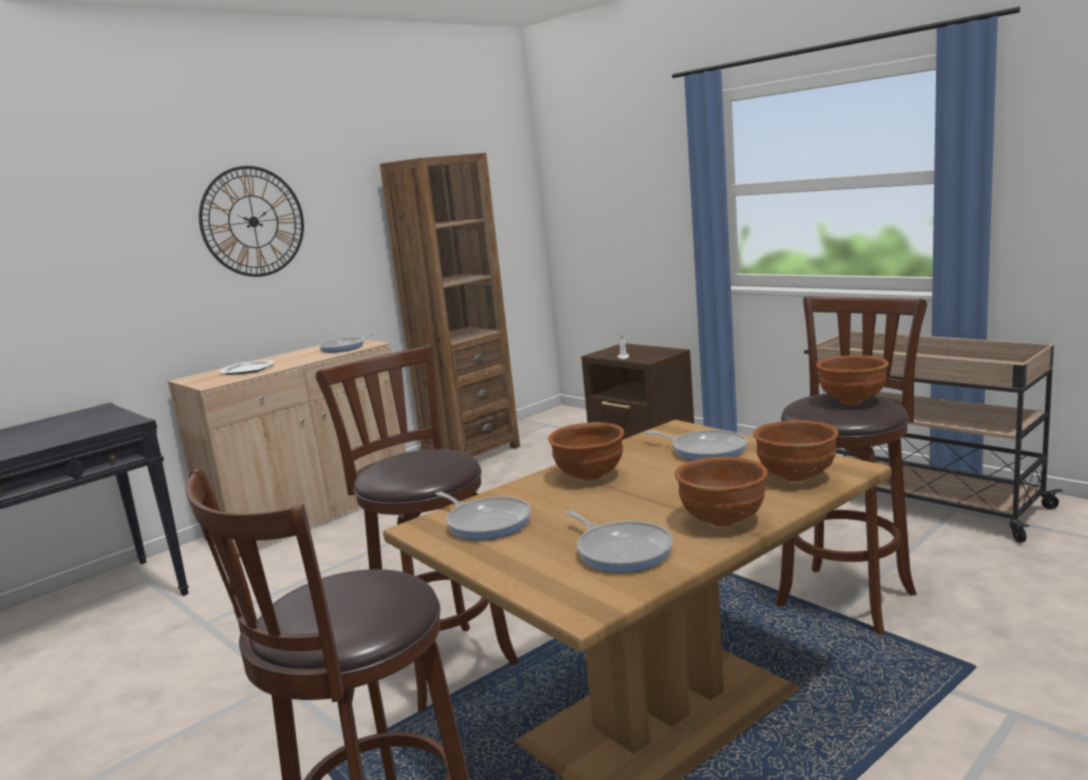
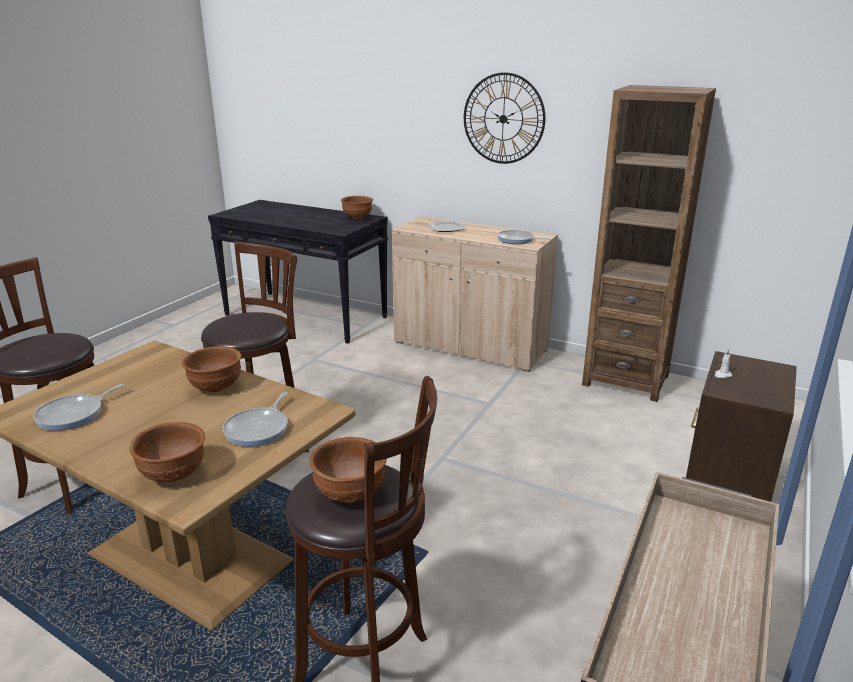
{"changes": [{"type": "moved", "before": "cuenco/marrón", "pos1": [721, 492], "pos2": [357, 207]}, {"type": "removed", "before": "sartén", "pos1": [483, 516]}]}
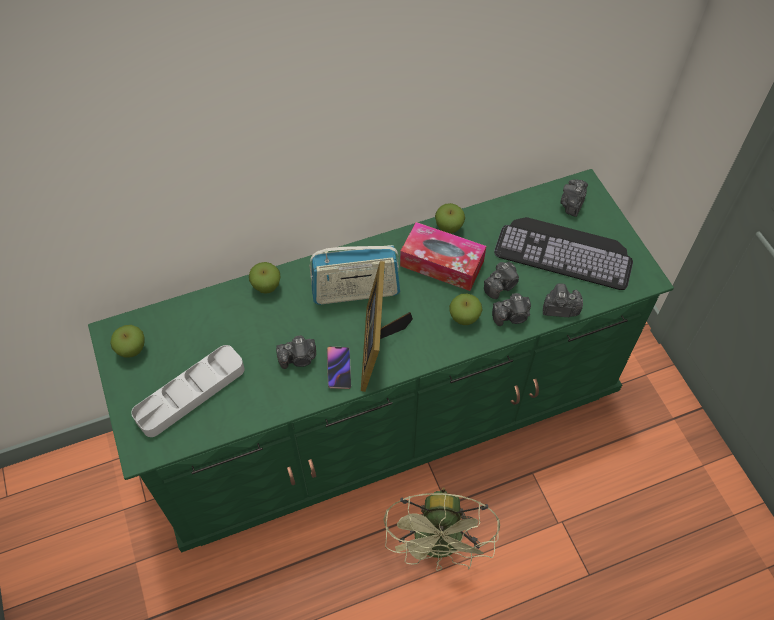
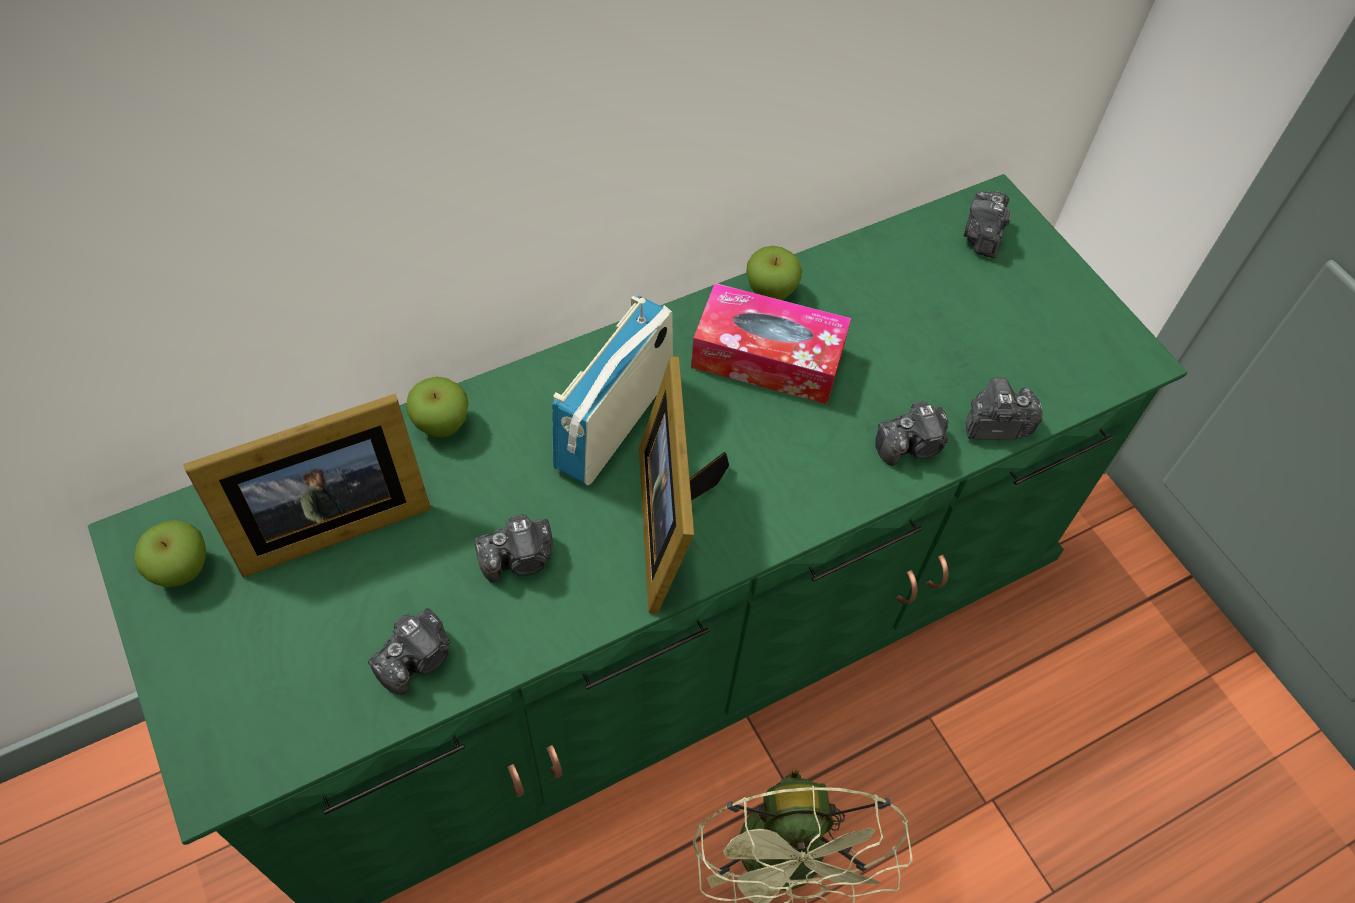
{"changes": [{"type": "removed", "before": "teclado", "pos1": [563, 253]}, {"type": "turned", "before": "radio", "pos1": [355, 275], "pos2": [612, 390], "turn": 135}, {"type": "moved", "before": "cámara", "pos1": [501, 280], "pos2": [409, 651]}, {"type": "removed", "before": "manzana", "pos1": [466, 309]}, {"type": "removed", "before": "bandeja/gris", "pos1": [187, 391]}, {"type": "removed", "before": "móvil", "pos1": [339, 367]}, {"type": "added", "after": "portarretratos", "pos2": [307, 486]}]}
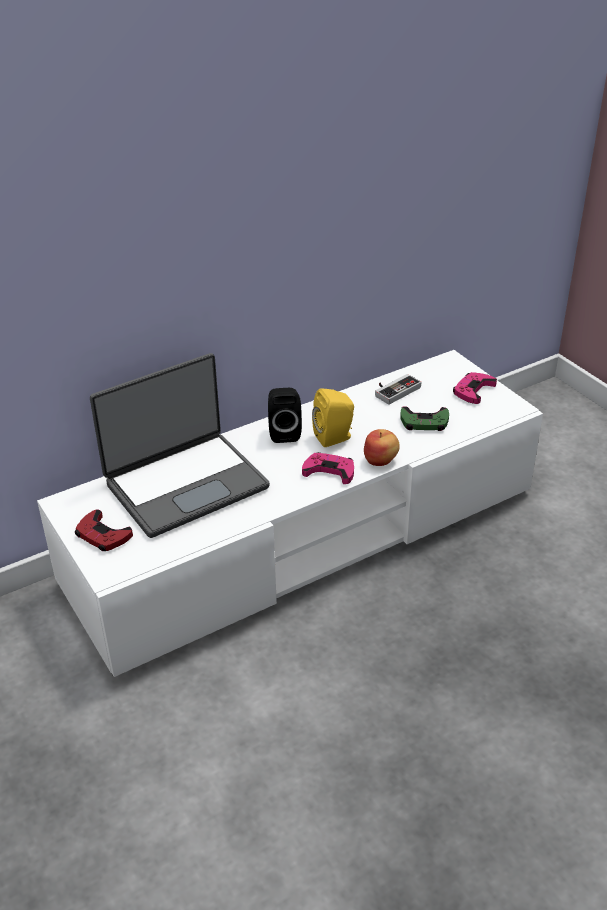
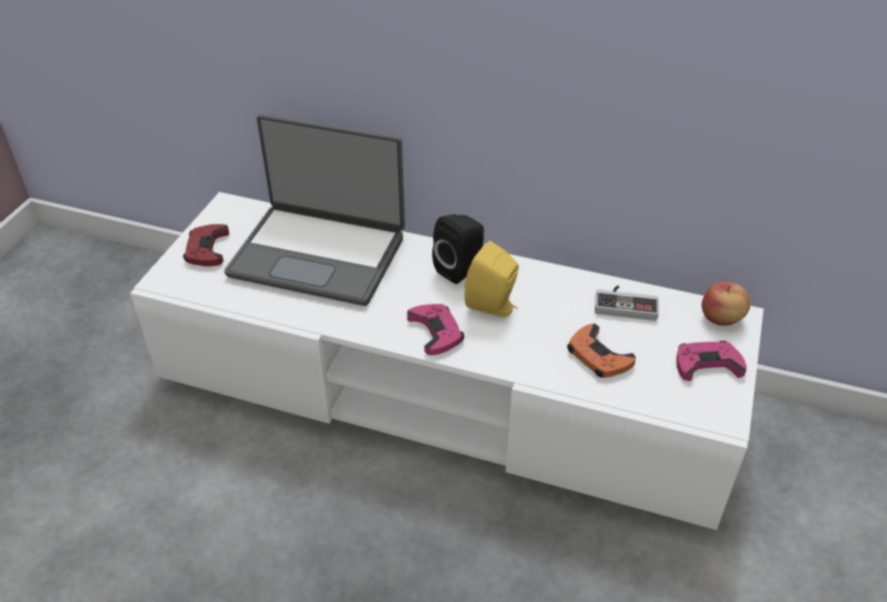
{"changes": [{"type": "recoloured", "before": "mando de consola/verde", "after": "mando de consola/naranja", "pos1": [424, 418], "pos2": [601, 350]}, {"type": "moved", "before": "manzana", "pos1": [382, 447], "pos2": [726, 303]}]}
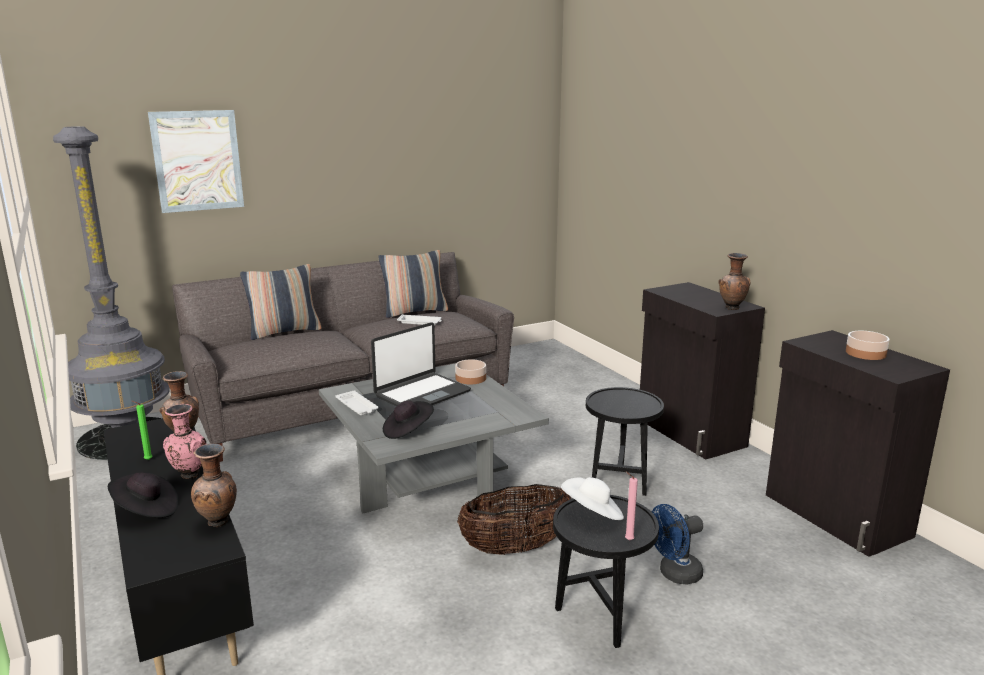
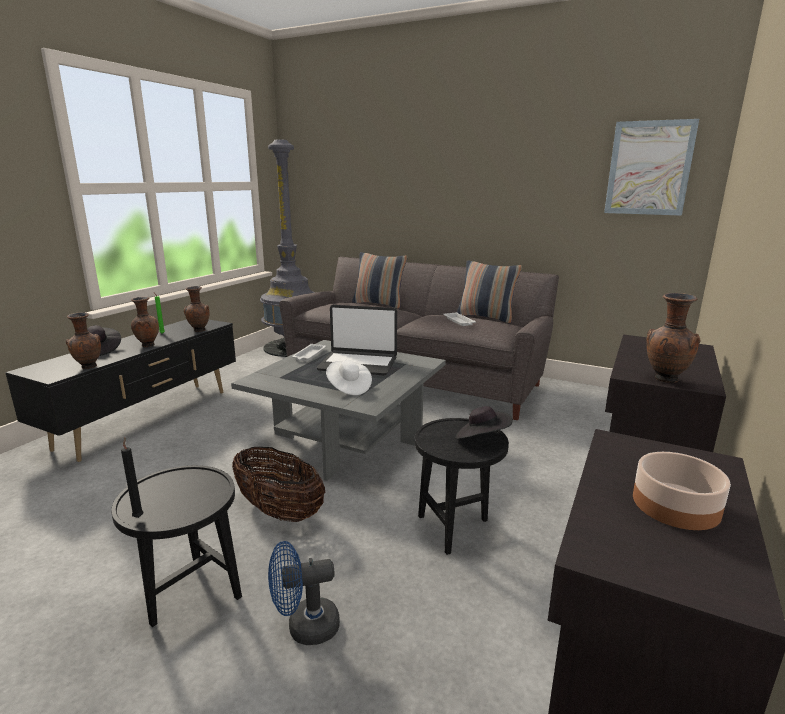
{"changes": [{"type": "moved", "before": "cuadro", "pos1": [196, 161], "pos2": [651, 167]}, {"type": "removed", "before": "cuenco", "pos1": [470, 371]}, {"type": "moved", "before": "sombrero/negro", "pos1": [408, 420], "pos2": [484, 422]}, {"type": "recoloured", "before": "florero/rosa", "after": "florero/marrón", "pos1": [184, 441], "pos2": [145, 322]}, {"type": "recoloured", "before": "vela/rosa", "after": "vela/negro", "pos1": [631, 506], "pos2": [132, 477]}, {"type": "moved", "before": "sombrero/blanco", "pos1": [592, 498], "pos2": [349, 377]}, {"type": "turned", "before": "ventilador/azul", "pos1": [677, 544], "pos2": [304, 593], "turn": -45}]}
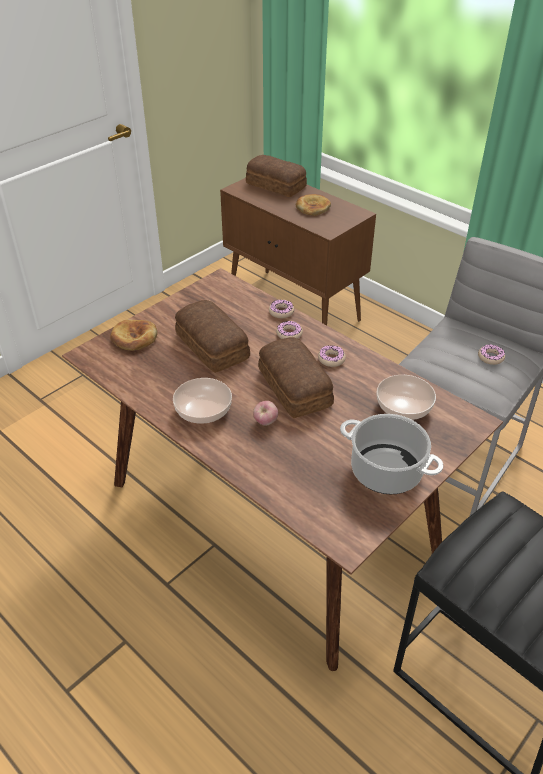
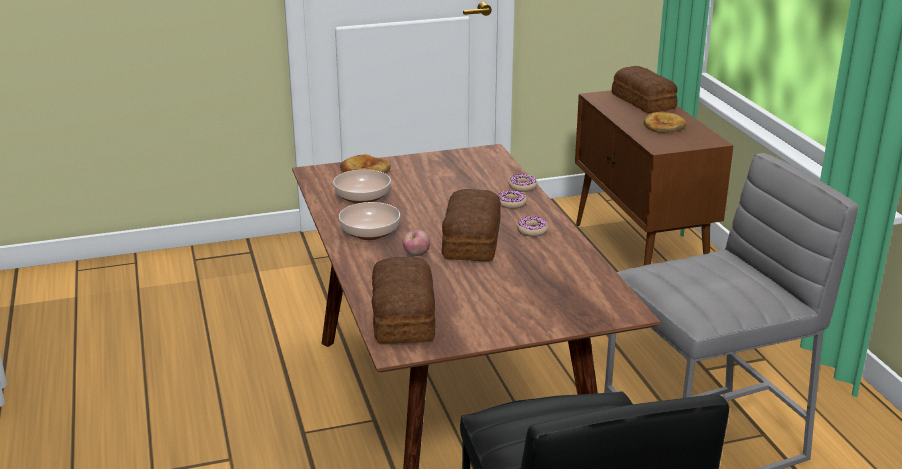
{"changes": [{"type": "moved", "before": "pan", "pos1": [212, 336], "pos2": [403, 300]}, {"type": "removed", "before": "rosquilla", "pos1": [491, 354]}, {"type": "moved", "before": "cuenco", "pos1": [406, 397], "pos2": [362, 186]}, {"type": "removed", "before": "olla", "pos1": [391, 454]}]}
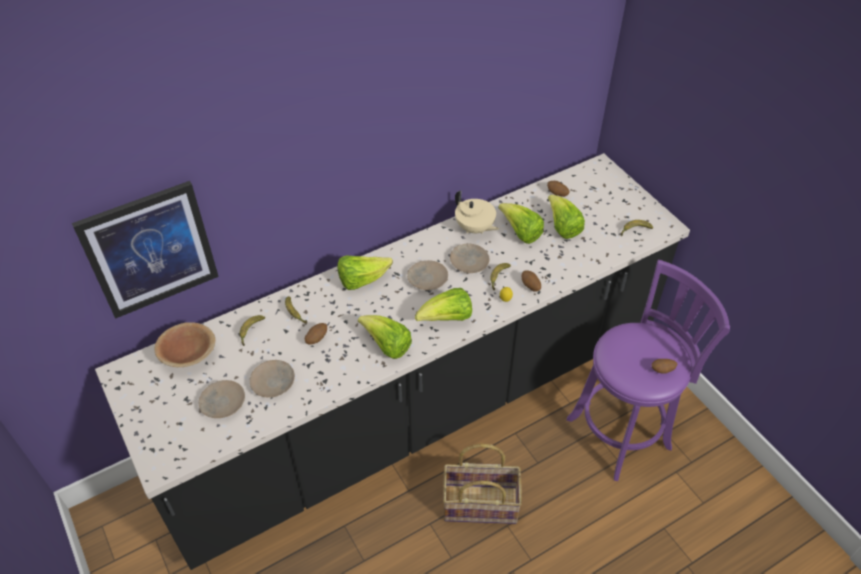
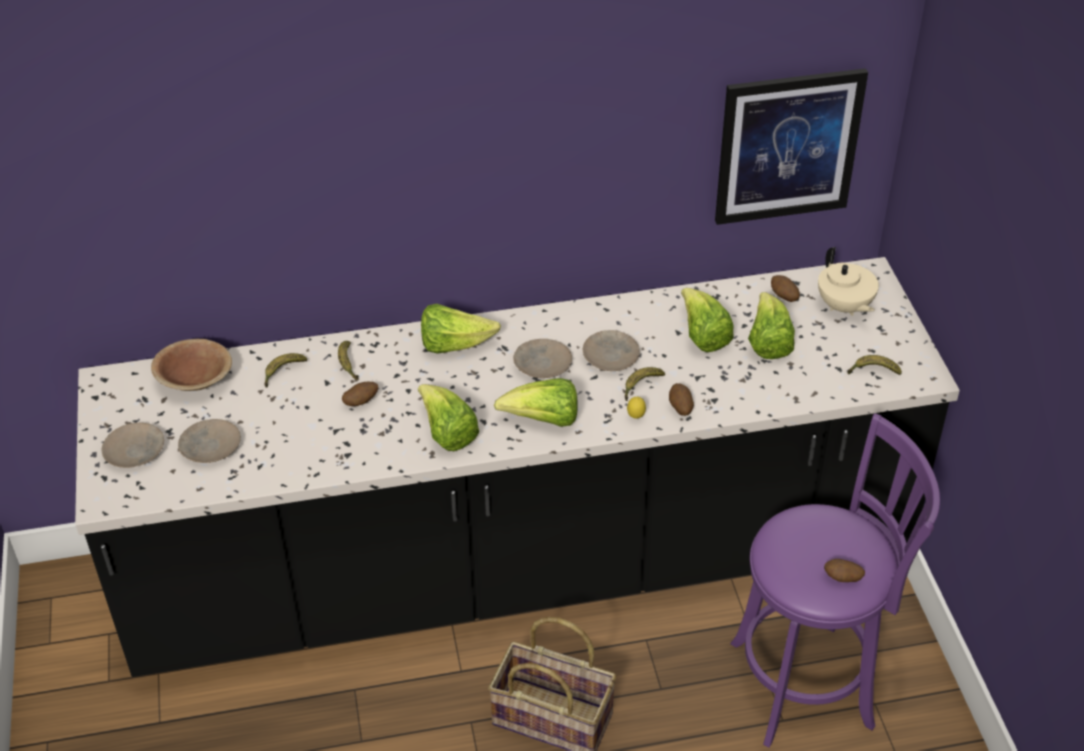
{"changes": [{"type": "moved", "before": "cuadro", "pos1": [145, 250], "pos2": [791, 146]}, {"type": "moved", "before": "tetera/beis", "pos1": [477, 212], "pos2": [848, 281]}, {"type": "moved", "before": "plato/beis", "pos1": [272, 379], "pos2": [133, 445]}]}
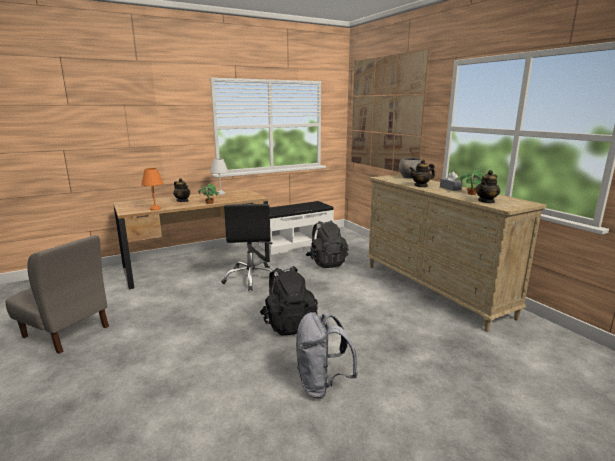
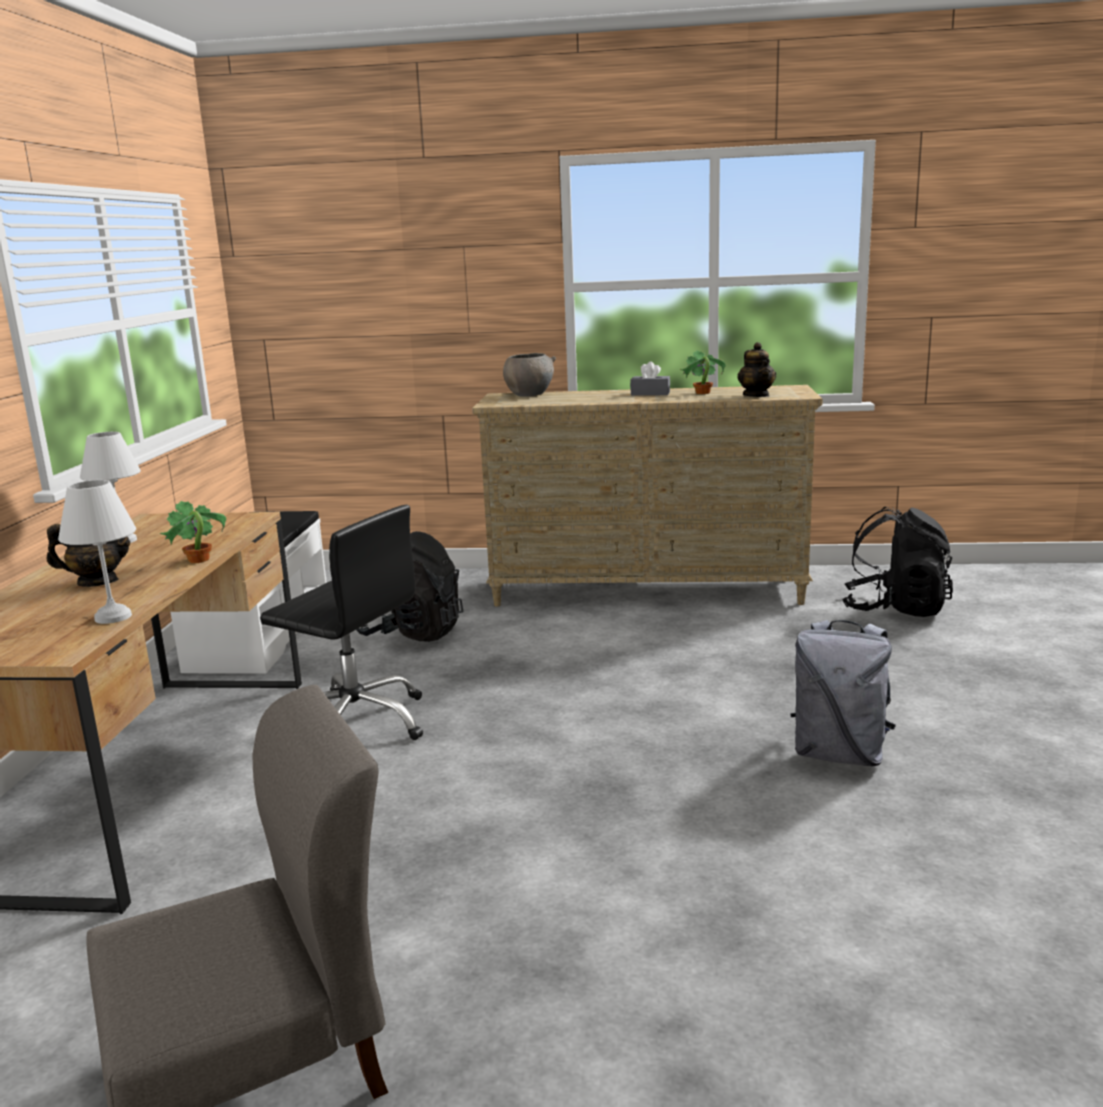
{"changes": [{"type": "removed", "before": "cuadro", "pos1": [390, 110]}, {"type": "removed", "before": "tetera", "pos1": [422, 173]}, {"type": "recoloured", "before": "lámpara de mesa/naranja", "after": "lámpara de mesa/blanco", "pos1": [152, 189], "pos2": [97, 552]}, {"type": "moved", "before": "mochila/negro", "pos1": [289, 300], "pos2": [897, 562]}]}
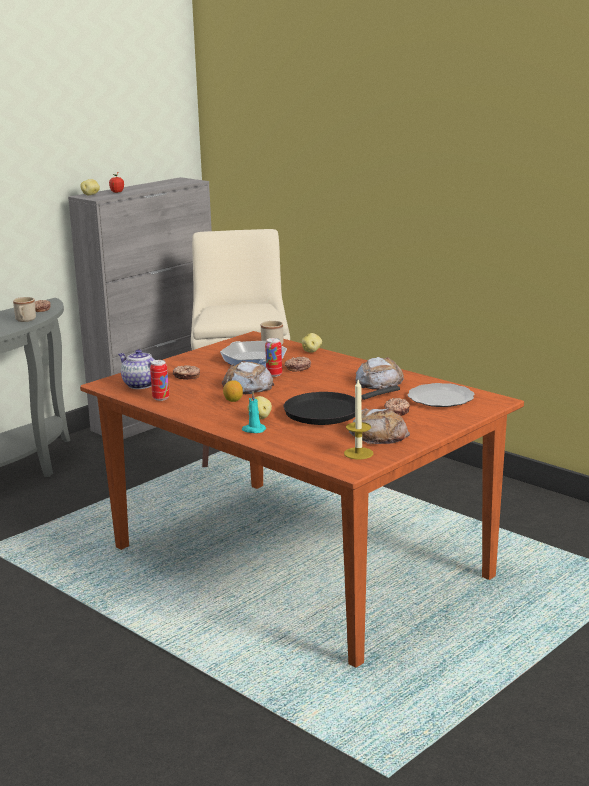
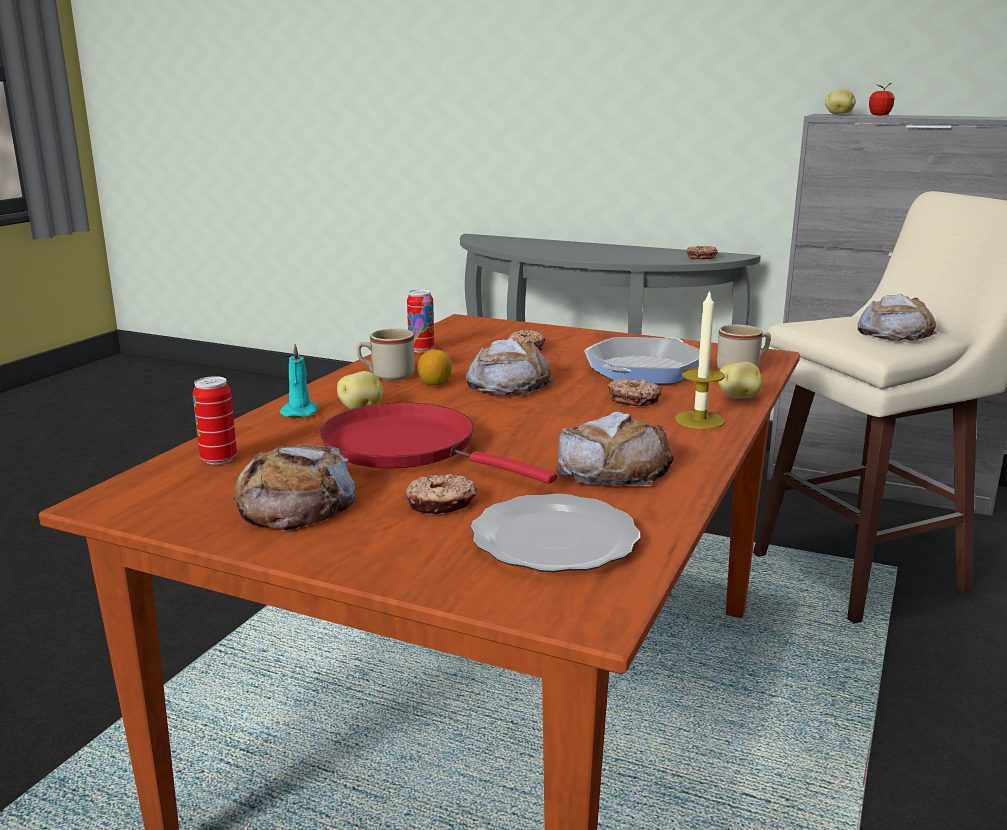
{"changes": [{"type": "moved", "before": "taza grande/beis", "pos1": [24, 309], "pos2": [385, 354]}, {"type": "moved", "before": "lata", "pos1": [273, 357], "pos2": [214, 420]}, {"type": "removed", "before": "tetera", "pos1": [136, 369]}, {"type": "moved", "before": "vela", "pos1": [358, 419], "pos2": [700, 359]}, {"type": "recoloured", "before": "sartén/negro", "after": "sartén/rojo", "pos1": [342, 405], "pos2": [438, 443]}, {"type": "added", "after": "pan", "pos2": [897, 317]}]}
